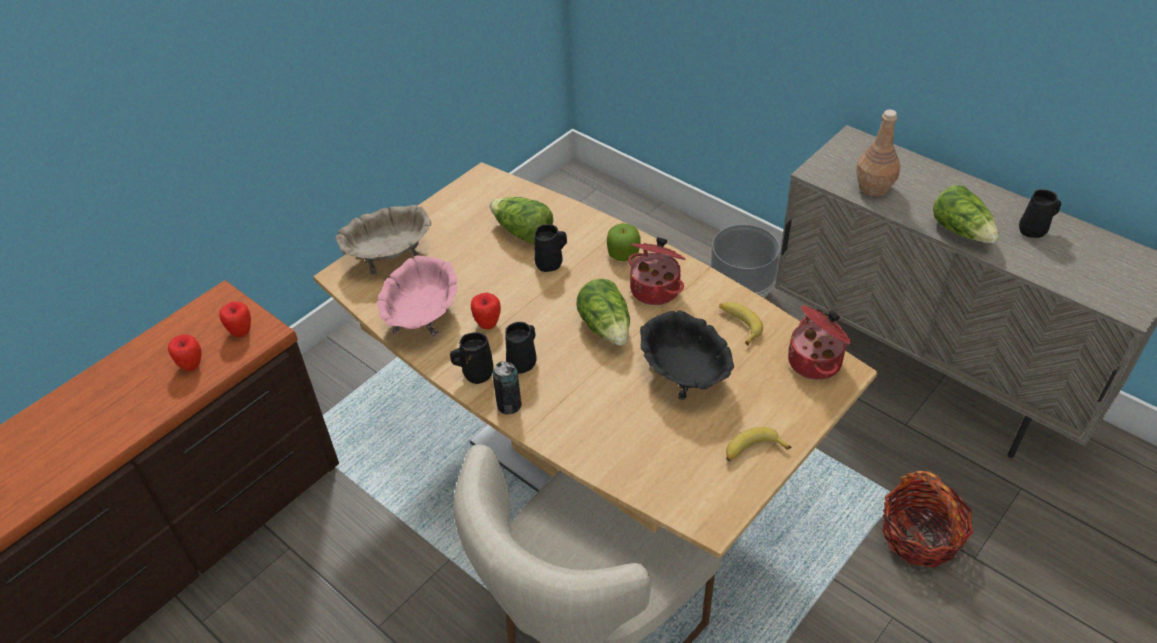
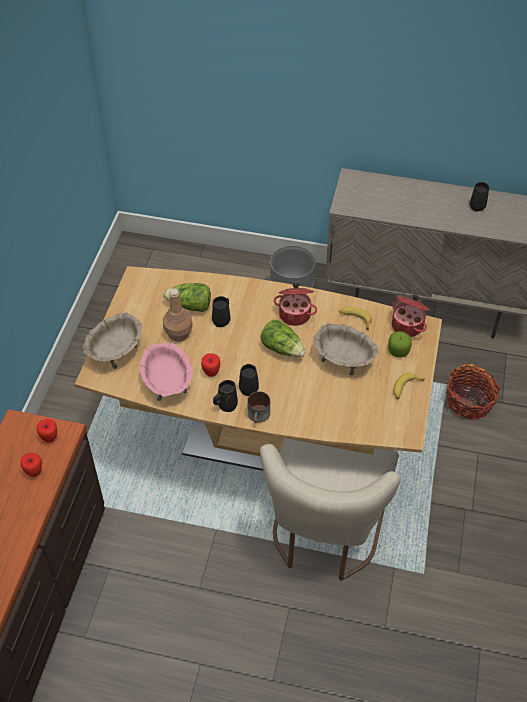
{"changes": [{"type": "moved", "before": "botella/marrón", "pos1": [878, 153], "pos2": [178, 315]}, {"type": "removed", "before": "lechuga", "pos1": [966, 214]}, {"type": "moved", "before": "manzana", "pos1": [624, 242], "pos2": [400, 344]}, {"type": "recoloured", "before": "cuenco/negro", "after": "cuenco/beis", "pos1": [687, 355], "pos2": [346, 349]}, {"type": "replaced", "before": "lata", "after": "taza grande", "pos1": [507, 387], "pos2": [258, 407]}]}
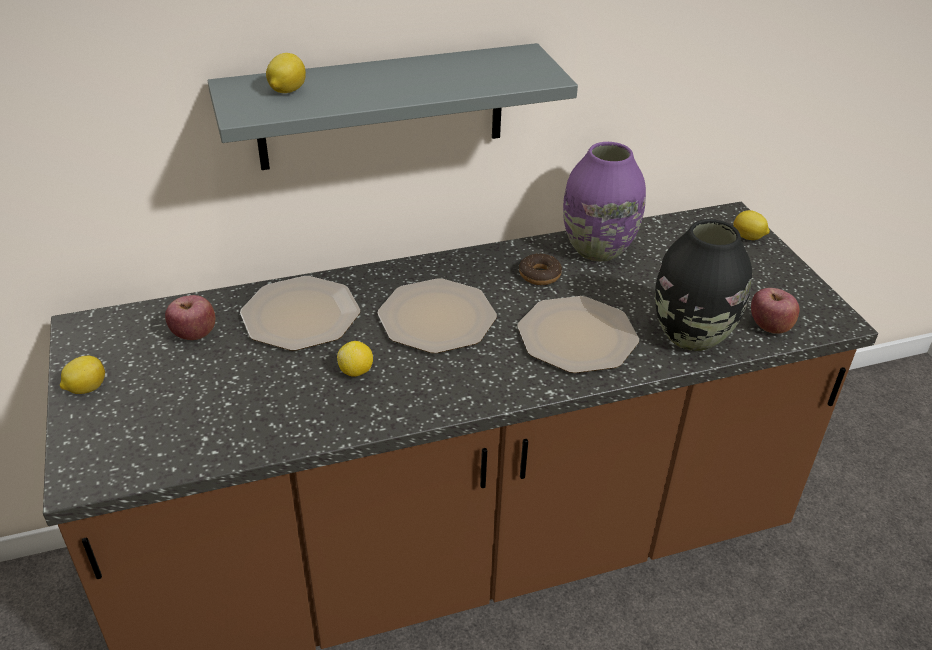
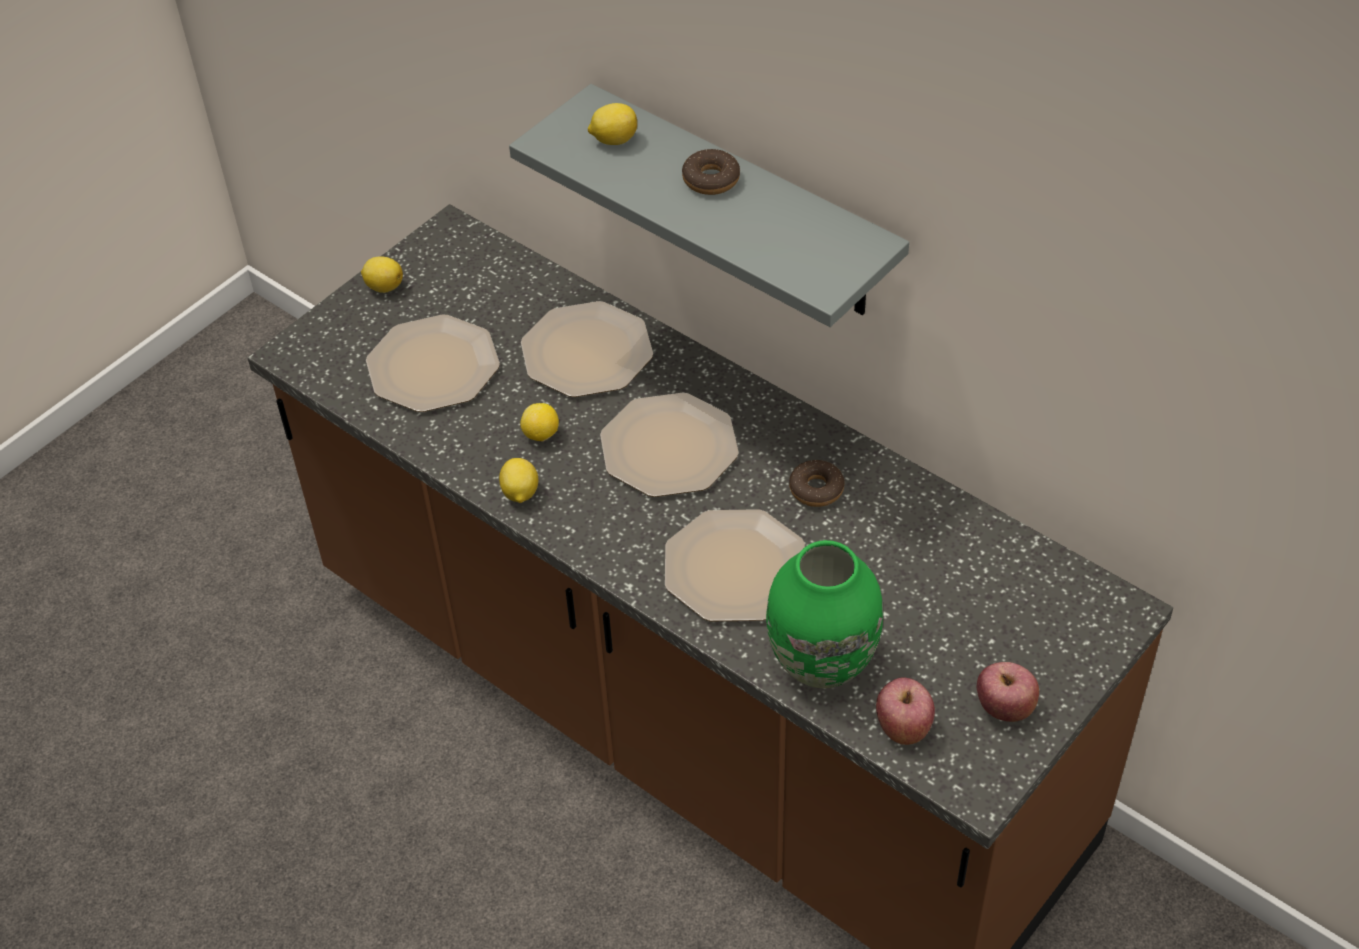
{"changes": [{"type": "removed", "before": "florero/morado", "pos1": [604, 202]}, {"type": "moved", "before": "limón", "pos1": [752, 225], "pos2": [518, 480]}, {"type": "recoloured", "before": "florero/negro", "after": "florero/verde", "pos1": [703, 285], "pos2": [824, 614]}, {"type": "moved", "before": "manzana", "pos1": [190, 317], "pos2": [1008, 692]}, {"type": "added", "after": "rosquilla", "pos2": [711, 172]}, {"type": "added", "after": "plato", "pos2": [433, 363]}]}
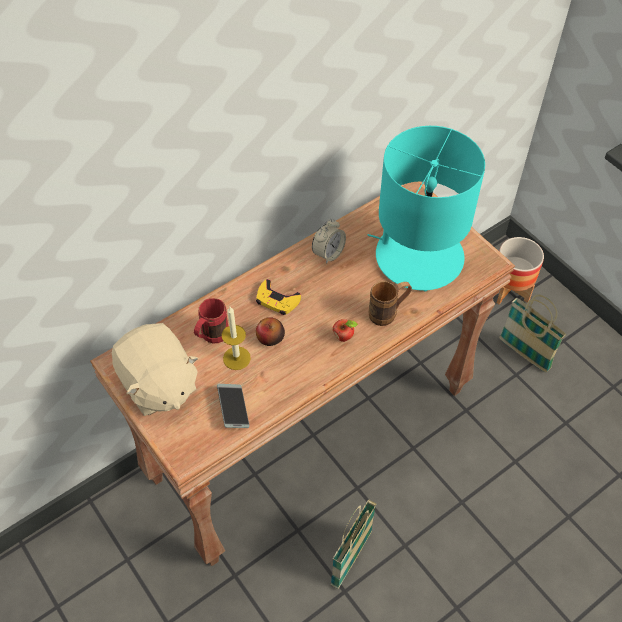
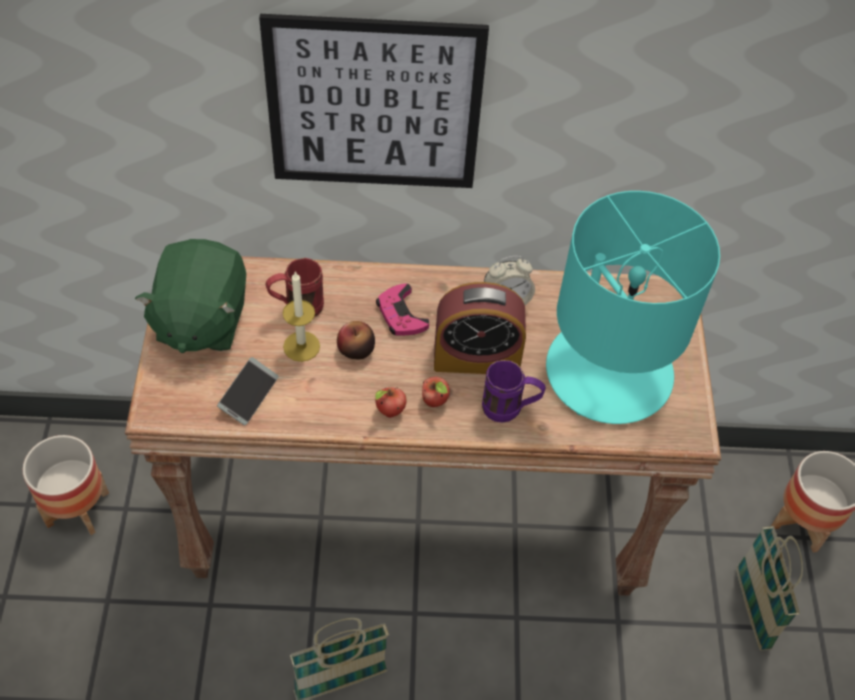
{"changes": [{"type": "recoloured", "before": "mando de consola/amarillo", "after": "mando de consola/rosa", "pos1": [278, 297], "pos2": [402, 310]}, {"type": "recoloured", "before": "taza grande/marrón", "after": "taza grande/morado", "pos1": [390, 303], "pos2": [514, 391]}, {"type": "recoloured", "before": "peluche/beis", "after": "peluche/verde", "pos1": [155, 369], "pos2": [190, 296]}, {"type": "added", "after": "cuadro", "pos2": [374, 101]}, {"type": "added", "after": "despertador", "pos2": [480, 328]}, {"type": "added", "after": "manzana", "pos2": [391, 402]}, {"type": "added", "after": "maceta", "pos2": [66, 485]}]}
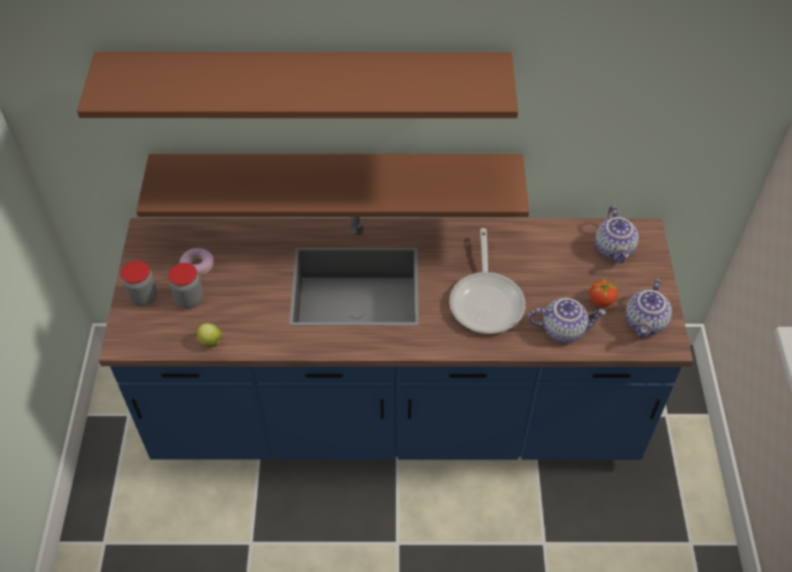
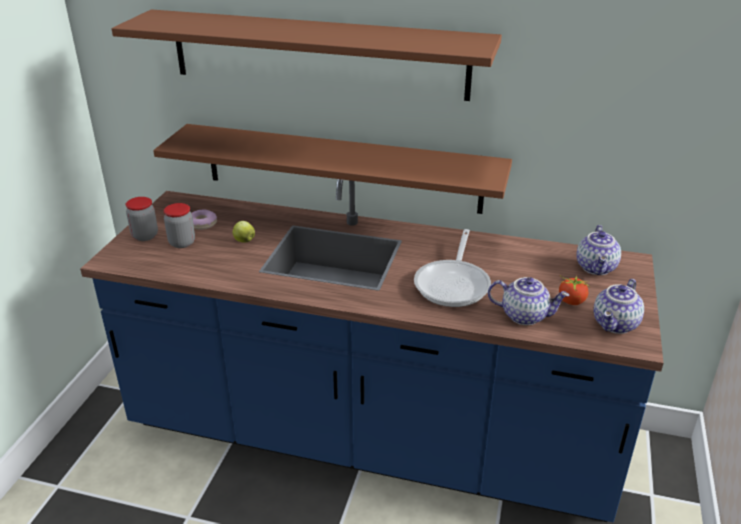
{"changes": [{"type": "moved", "before": "manzana", "pos1": [209, 335], "pos2": [244, 231]}]}
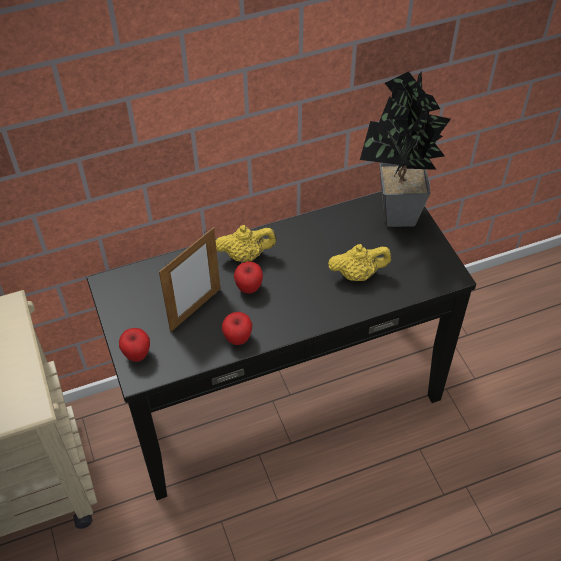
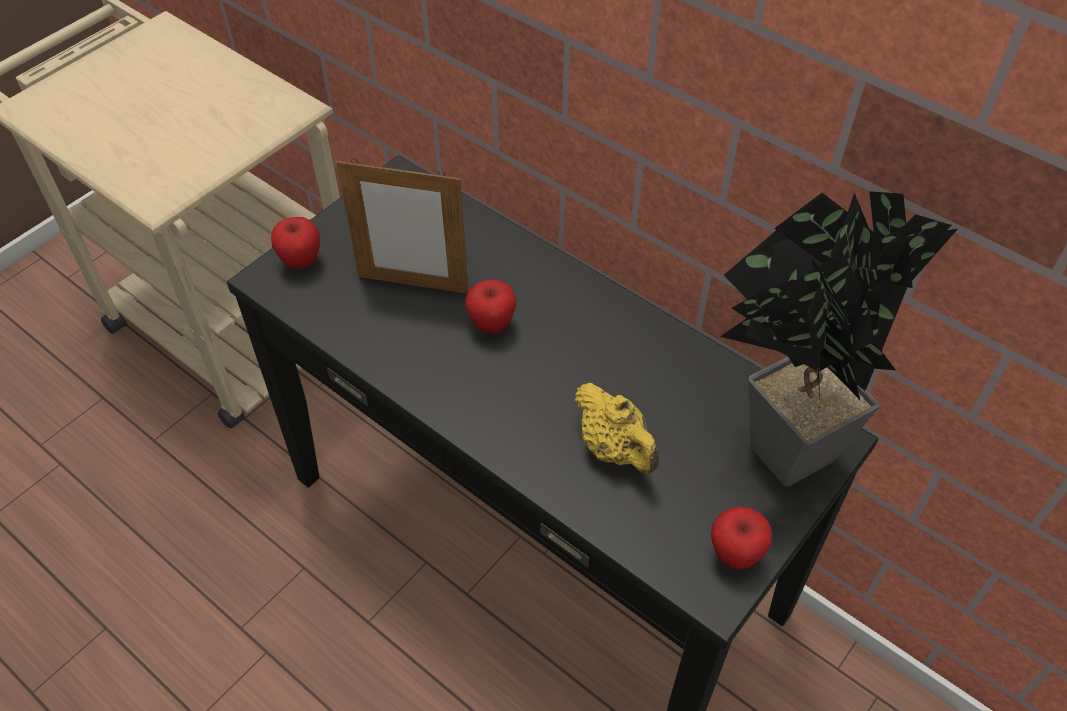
{"changes": [{"type": "removed", "before": "tetera/amarillo", "pos1": [246, 243]}, {"type": "moved", "before": "manzana", "pos1": [237, 328], "pos2": [741, 538]}]}
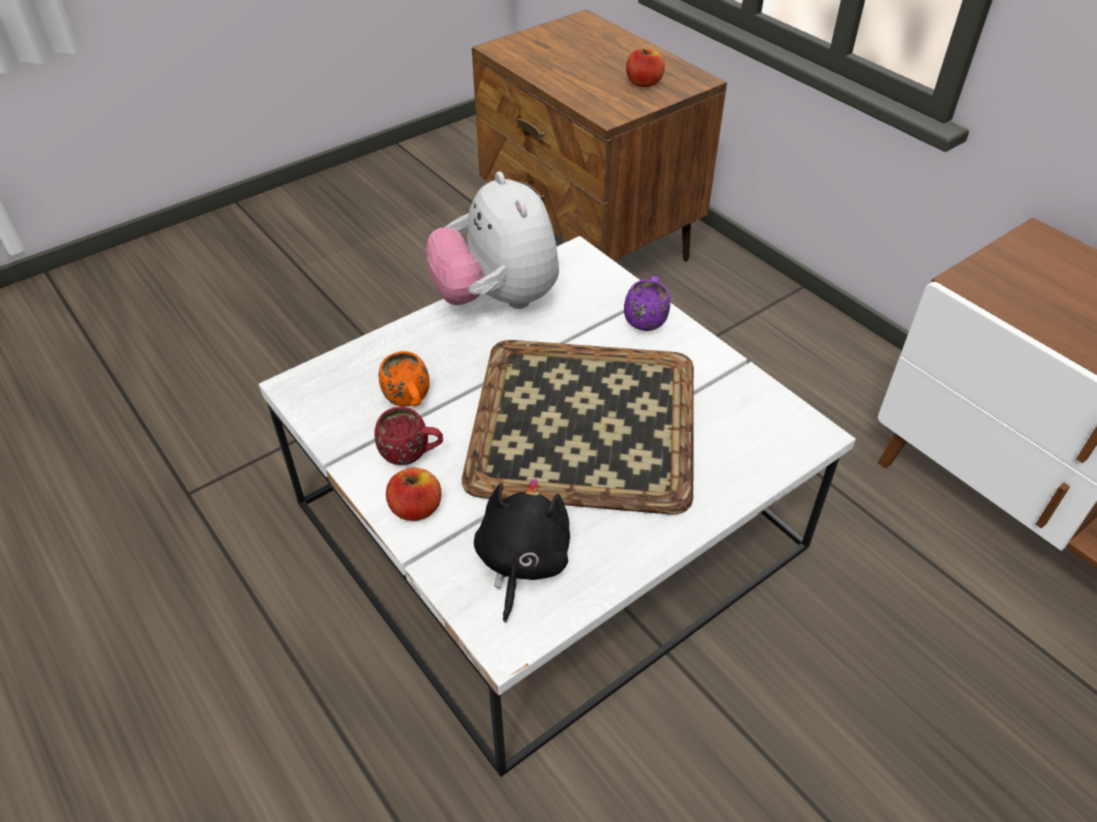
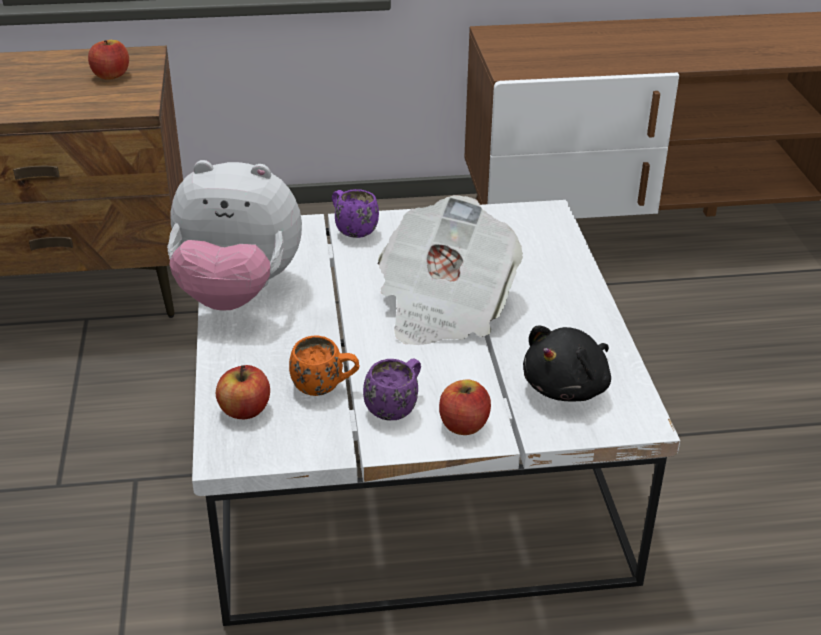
{"changes": [{"type": "replaced", "before": "bandeja", "after": "periódico", "pos1": [578, 427], "pos2": [450, 270]}, {"type": "recoloured", "before": "taza grande/rojo", "after": "taza grande/morado", "pos1": [408, 436], "pos2": [392, 389]}, {"type": "turned", "before": "peluche/negro", "pos1": [522, 550], "pos2": [567, 363], "turn": -90}, {"type": "added", "after": "manzana", "pos2": [243, 392]}]}
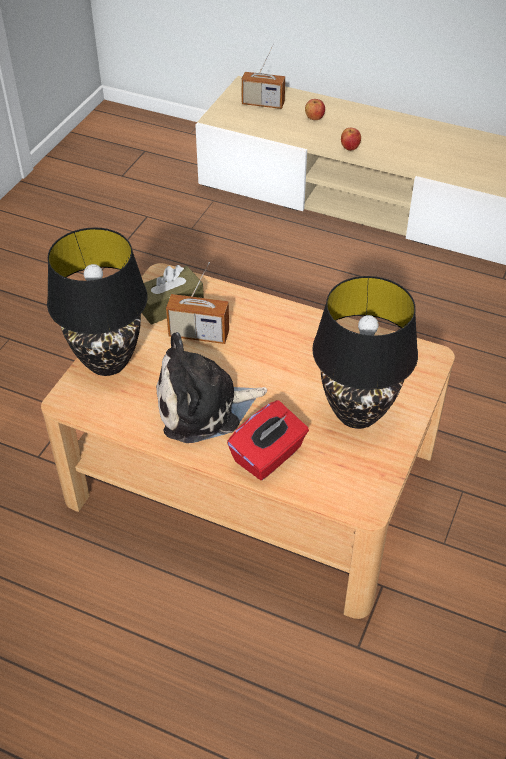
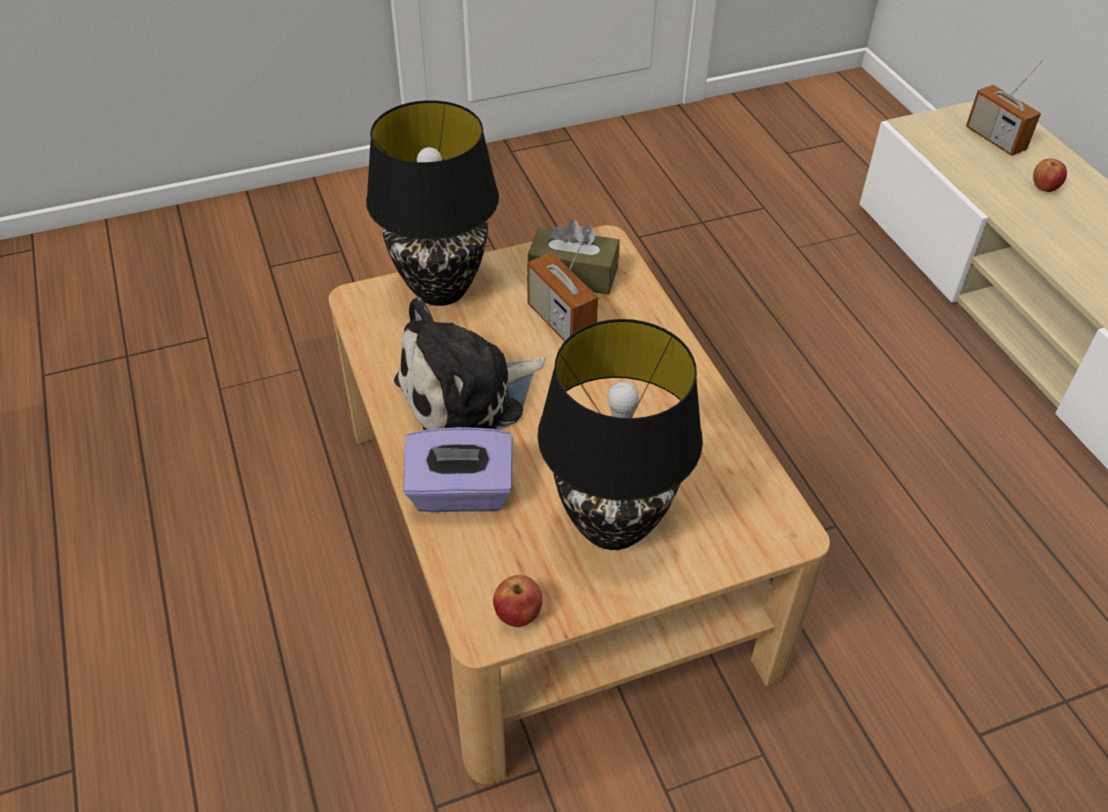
{"changes": [{"type": "moved", "before": "manzana", "pos1": [351, 139], "pos2": [518, 601]}, {"type": "turned", "before": "peluche", "pos1": [211, 387], "pos2": [469, 363], "turn": -60}, {"type": "recoloured", "before": "caja de pañuelos/rojo", "after": "caja de pañuelos/morado", "pos1": [268, 440], "pos2": [458, 469]}]}
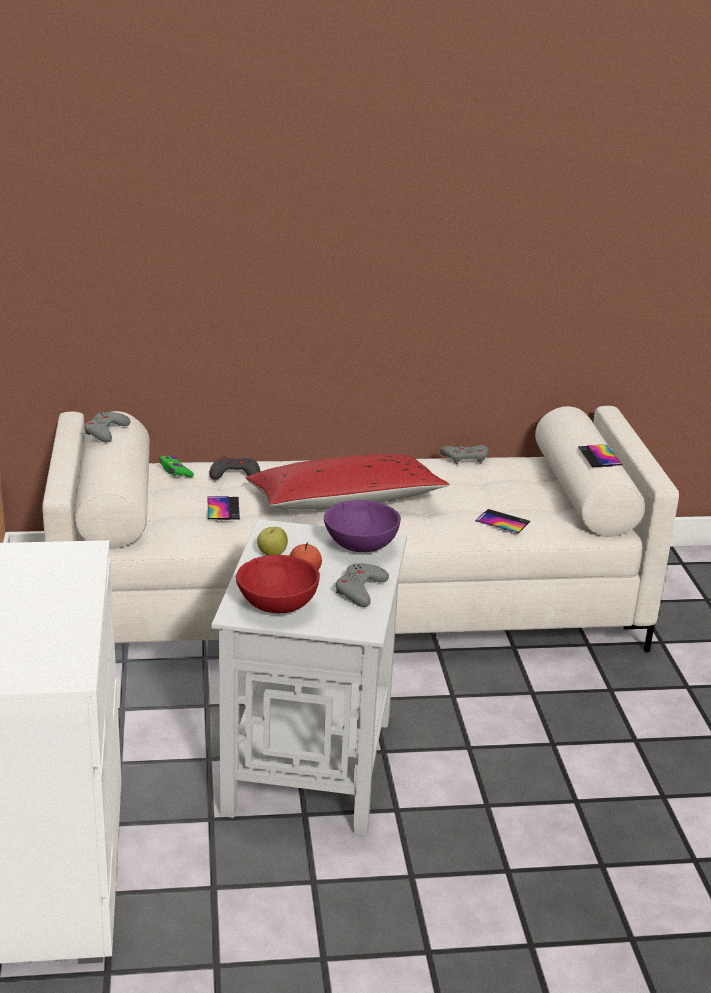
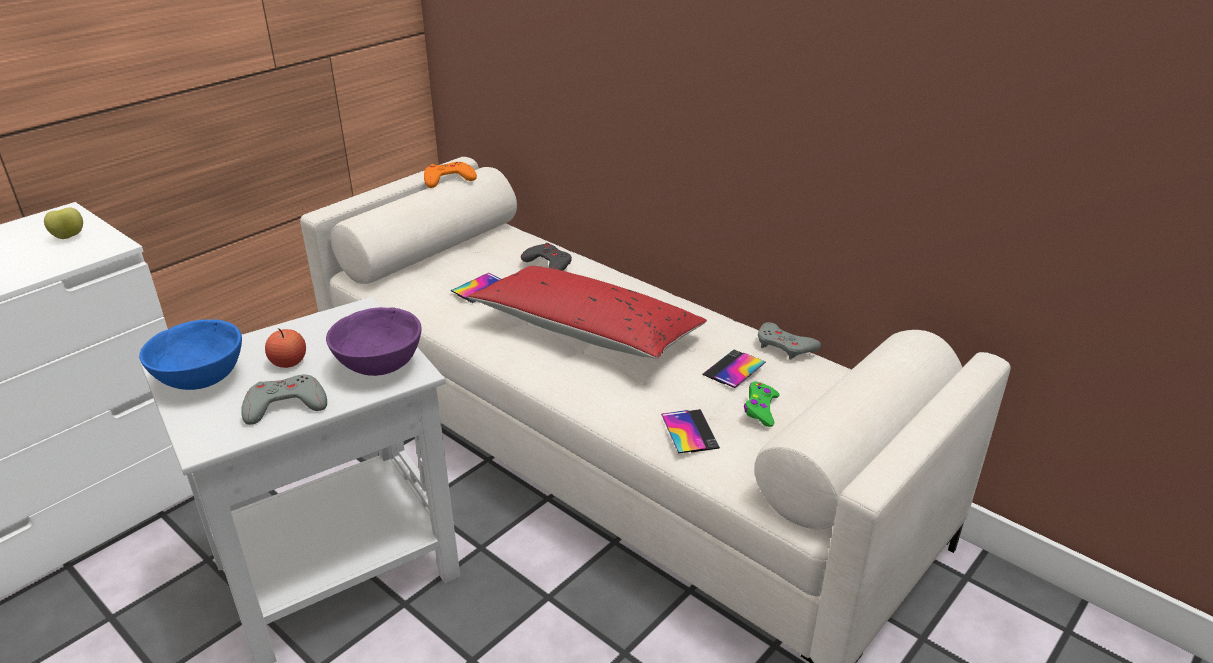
{"changes": [{"type": "recoloured", "before": "mando de consola/gris", "after": "mando de consola/naranja", "pos1": [107, 427], "pos2": [450, 175]}, {"type": "moved", "before": "móvil", "pos1": [600, 456], "pos2": [734, 369]}, {"type": "moved", "before": "mando de consola/verde", "pos1": [176, 466], "pos2": [762, 404]}, {"type": "moved", "before": "manzana", "pos1": [272, 541], "pos2": [63, 223]}, {"type": "recoloured", "before": "cuenco/rojo", "after": "cuenco/azul", "pos1": [278, 584], "pos2": [190, 354]}]}
